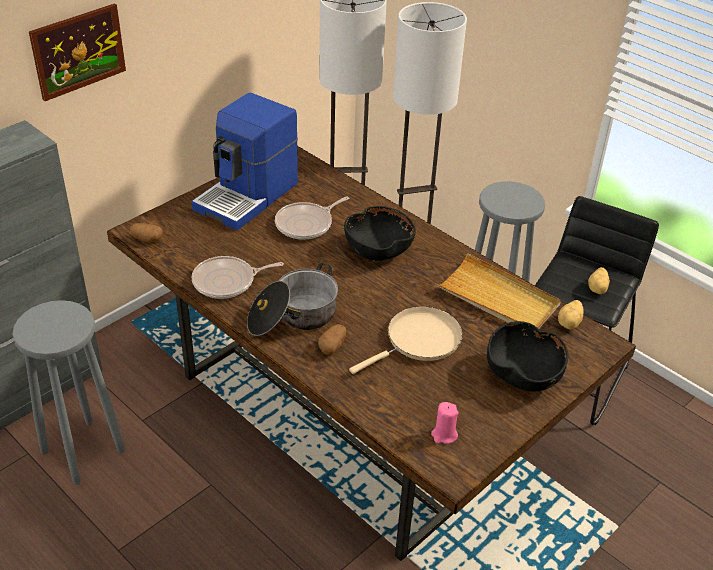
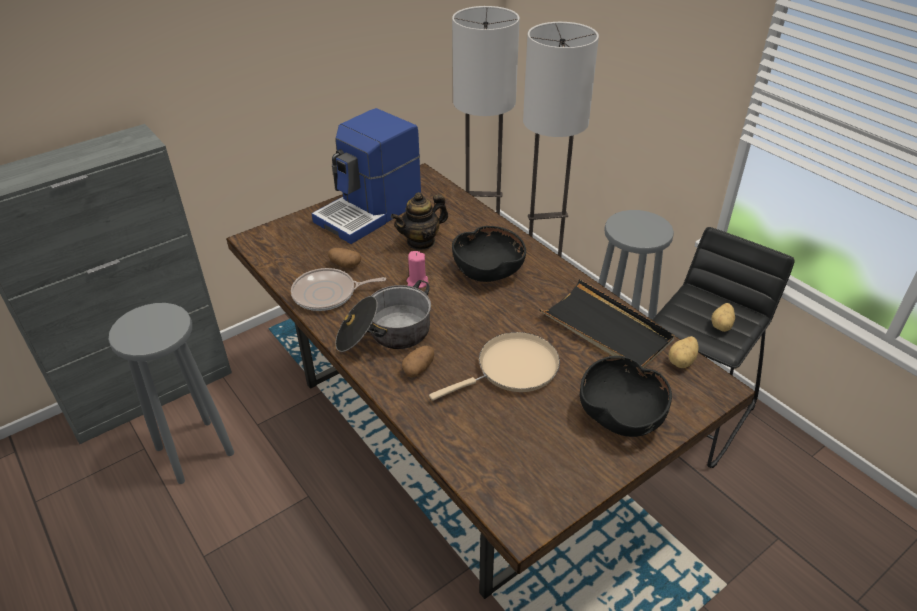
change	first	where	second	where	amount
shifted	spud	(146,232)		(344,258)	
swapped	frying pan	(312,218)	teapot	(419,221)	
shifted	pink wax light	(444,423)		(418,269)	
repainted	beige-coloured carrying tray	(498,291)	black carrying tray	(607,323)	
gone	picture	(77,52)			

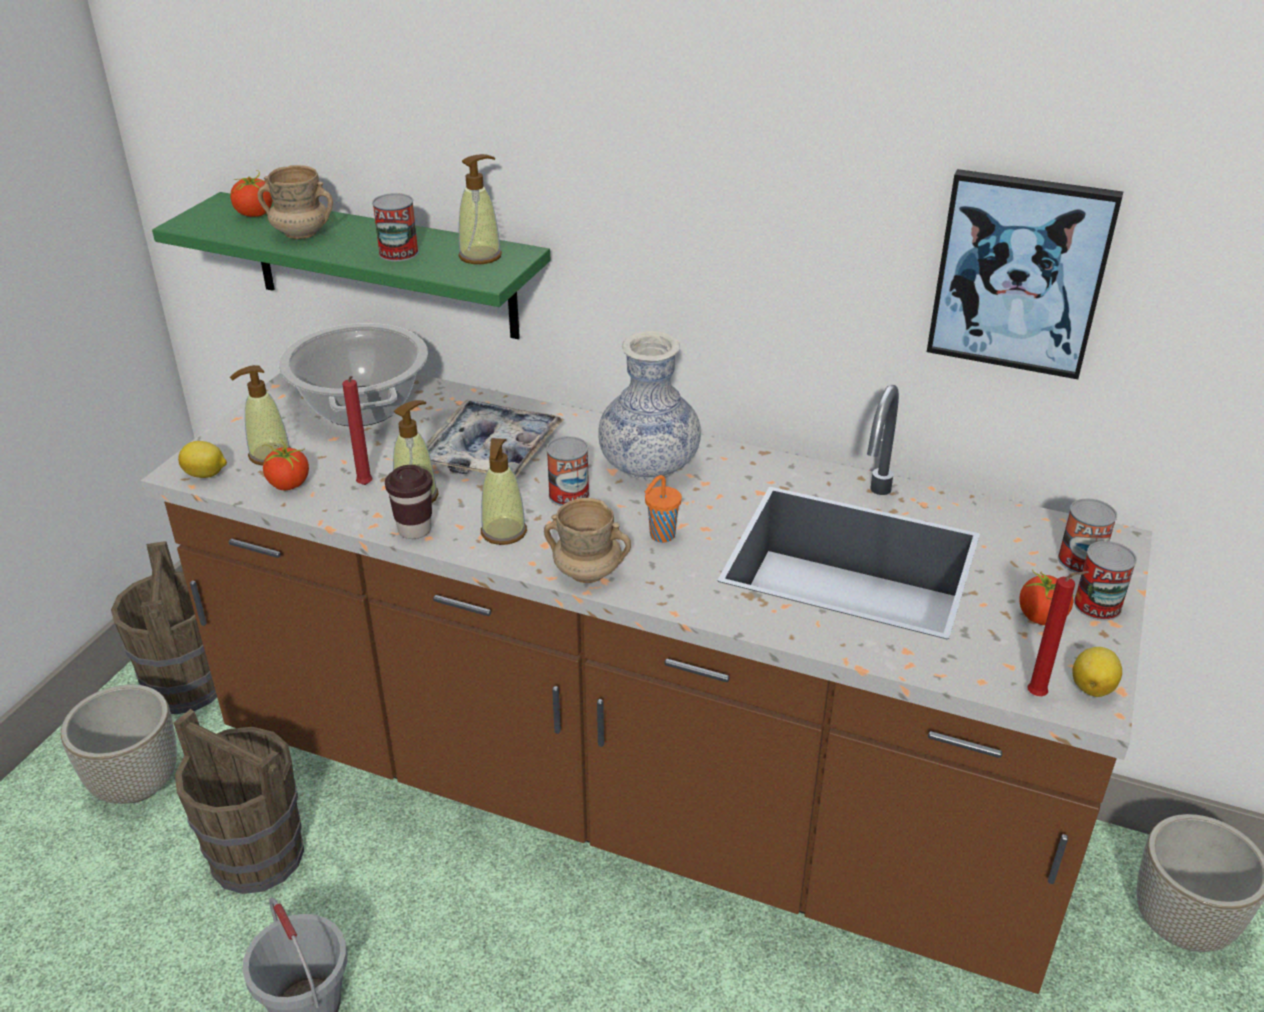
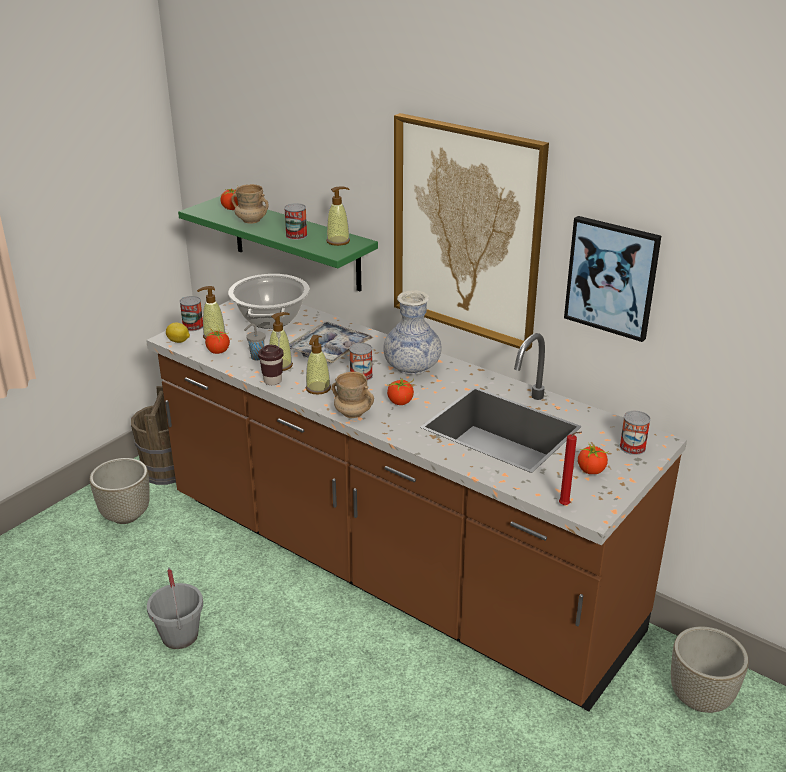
change	first	where	second	where	amount
shifted	sealed can	(1105,581)		(191,313)	
swapped	red-coloured wax light	(357,430)	greyish cup	(254,341)	
swapped	orange cup	(663,509)	whole tomato	(400,391)	
new			picture	(471,232)	
gone	brown-coloured water bucket	(239,801)			
gone	citrus fruit	(1097,672)			

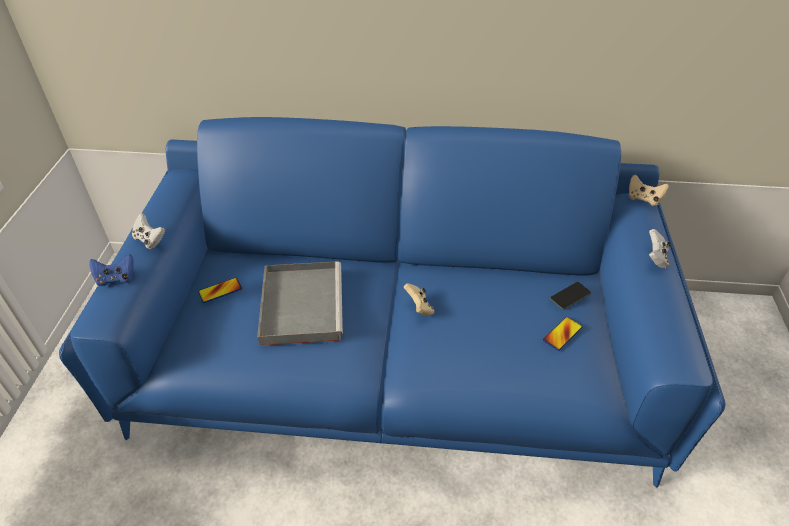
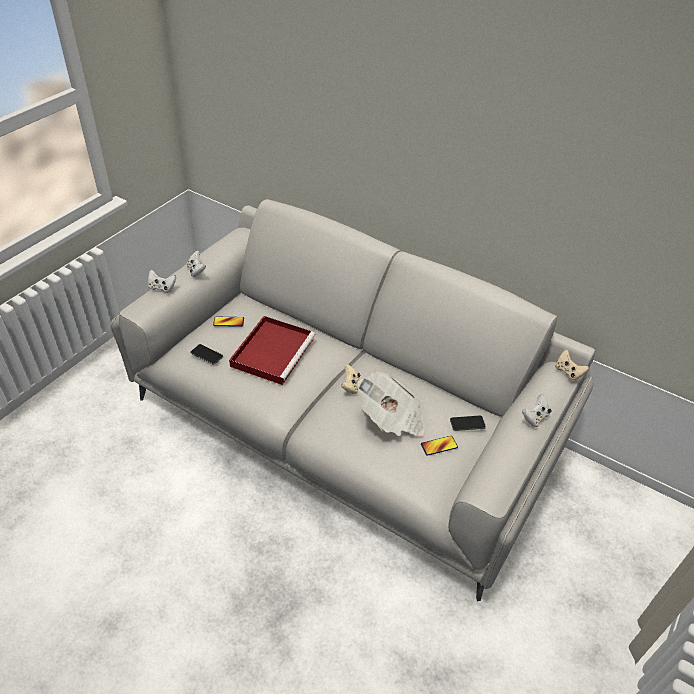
change	first	where	second	where	amount
repainted	blue settee	(392,302)	greyish settee	(353,400)	
repainted	blue joypad	(111,270)	white joypad	(162,281)	
new			phone	(207,354)	
repainted	greyish carrying tray	(300,303)	red-coloured carrying tray	(272,350)	
new			newspaper	(391,404)	

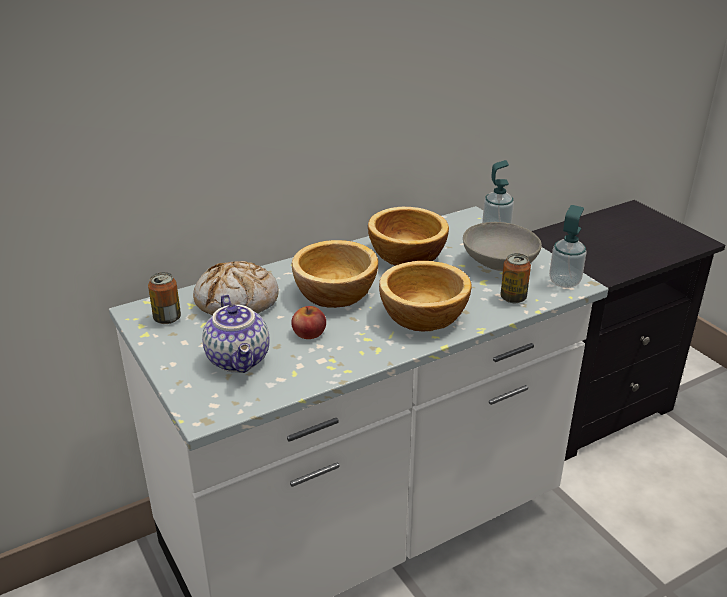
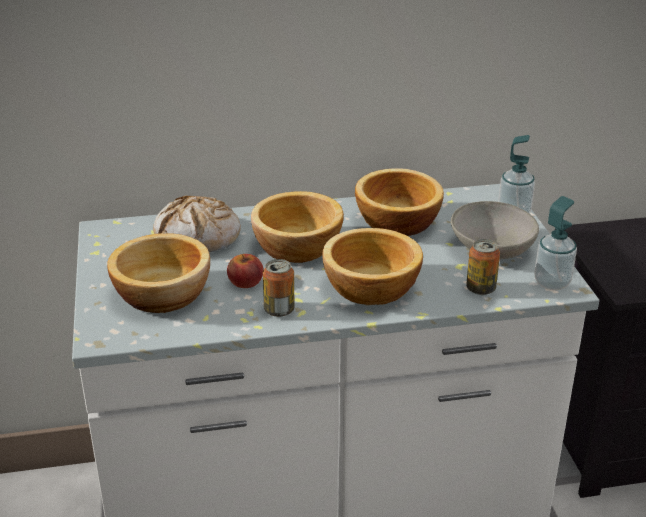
change	first	where	second	where	amount
swapped	teapot	(236,333)	bowl	(158,273)	
shifted	sealed can	(164,298)		(279,288)	

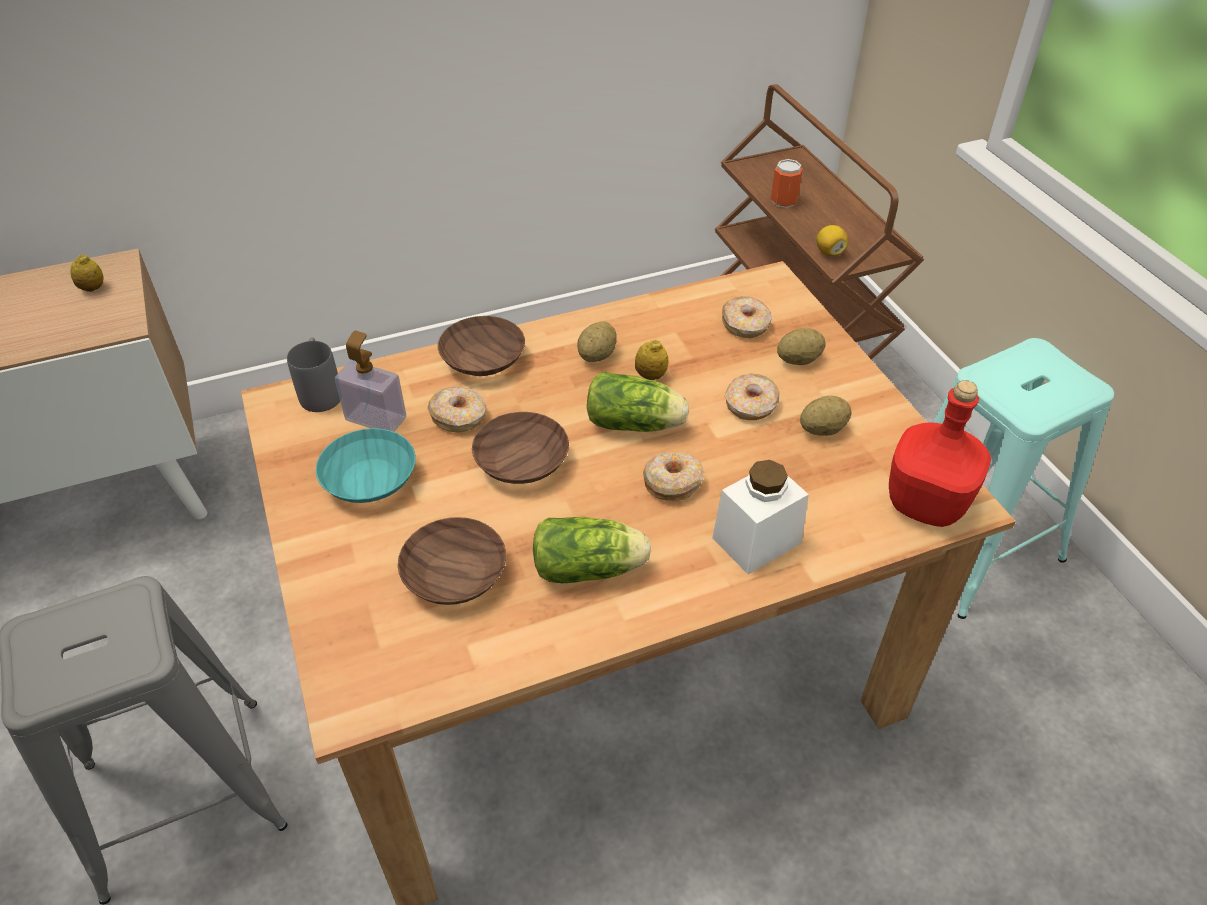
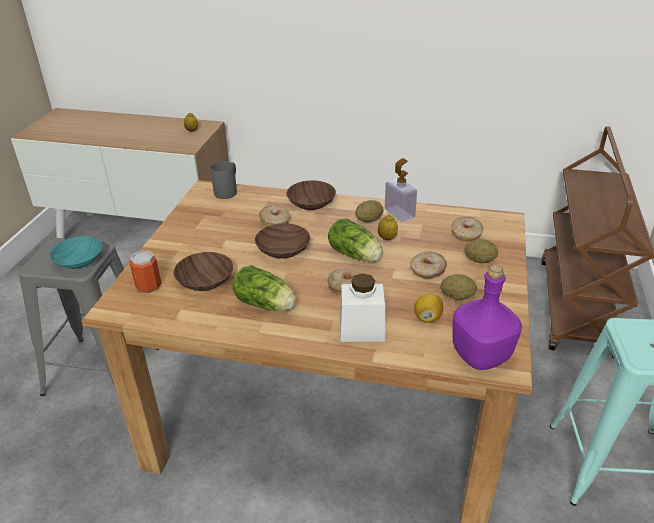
change	first	where	second	where	amount
shifted	turquoise-coloured bowl	(366,465)		(76,252)	
shifted	sealed can	(787,183)		(145,272)	
shifted	liquid soap bottle	(370,381)		(401,190)	
shifted	citrus fruit	(832,240)		(428,308)	
repainted	red-coloured bottle	(940,453)	purplish bottle	(487,317)	

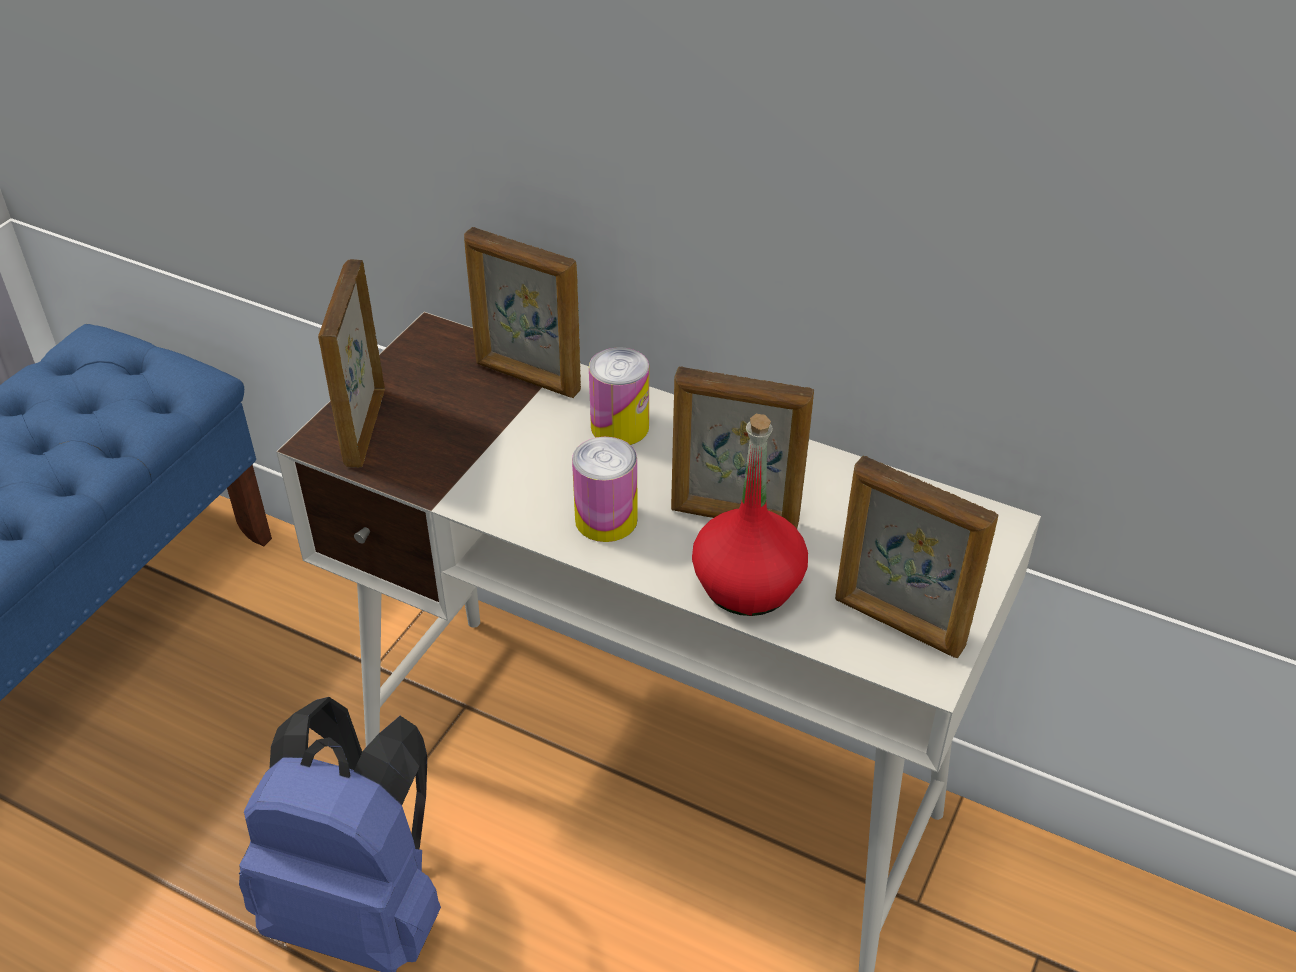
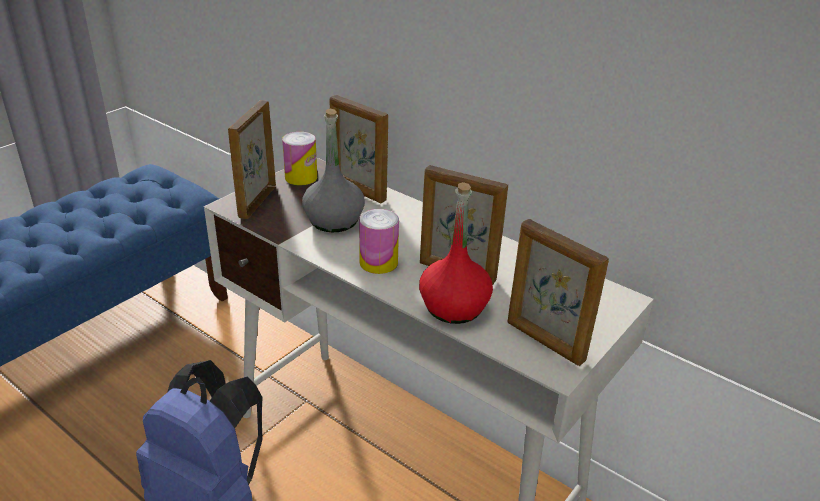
change	first	where	second	where	amount
shifted	sealed can	(619,396)		(299,159)	
new			greyish bottle	(333,170)	

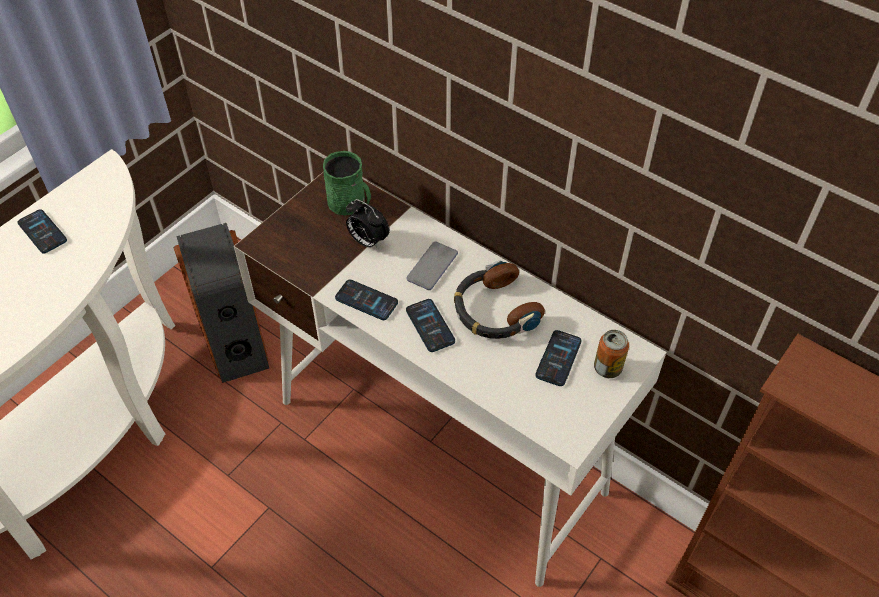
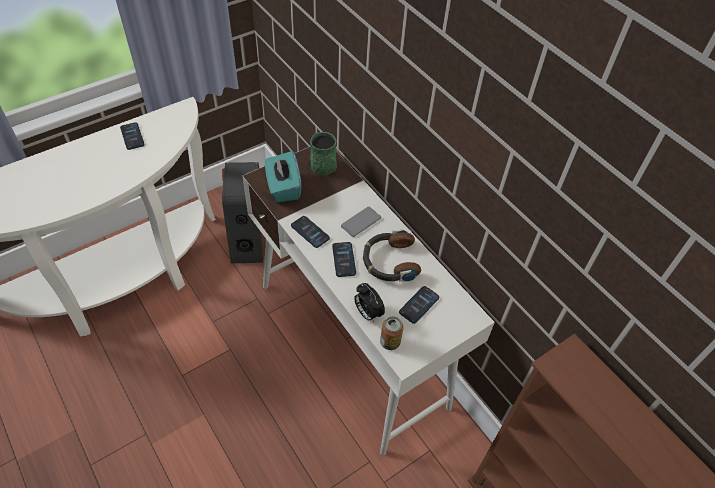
change	first	where	second	where	amount
new			turquoise-coloured box of tissues	(283,176)	
shifted	bedside clock	(368,224)		(369,303)	
shifted	sealed can	(611,354)		(392,333)	

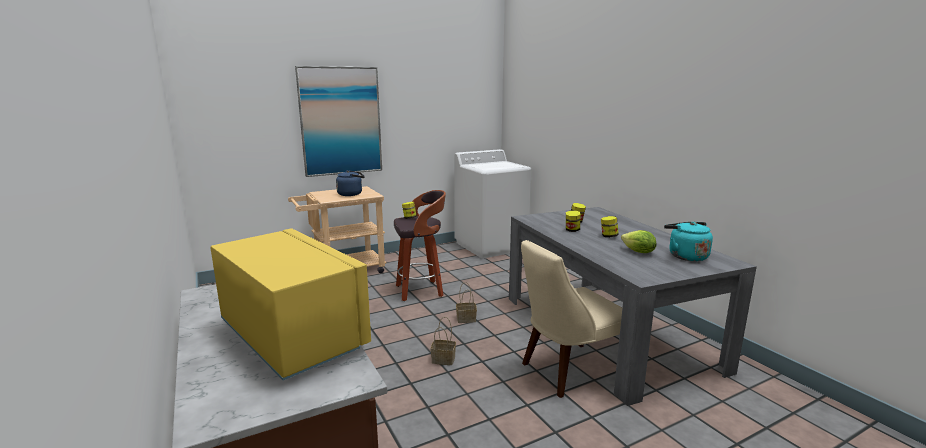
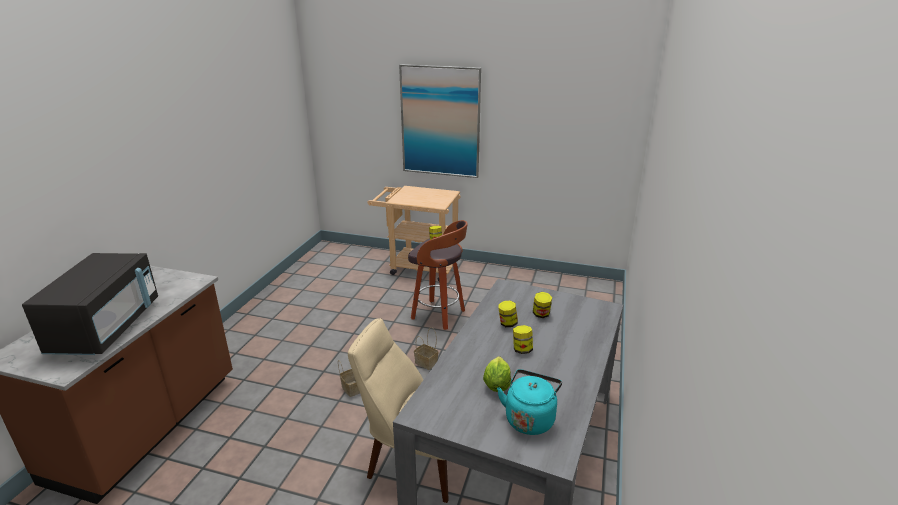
change	first	where	second	where	amount
repainted	yellowish microwave oven	(291,304)	black microwave oven	(90,304)	
gone	blue tea kettle	(350,183)			
gone	white laundry machine	(492,204)			

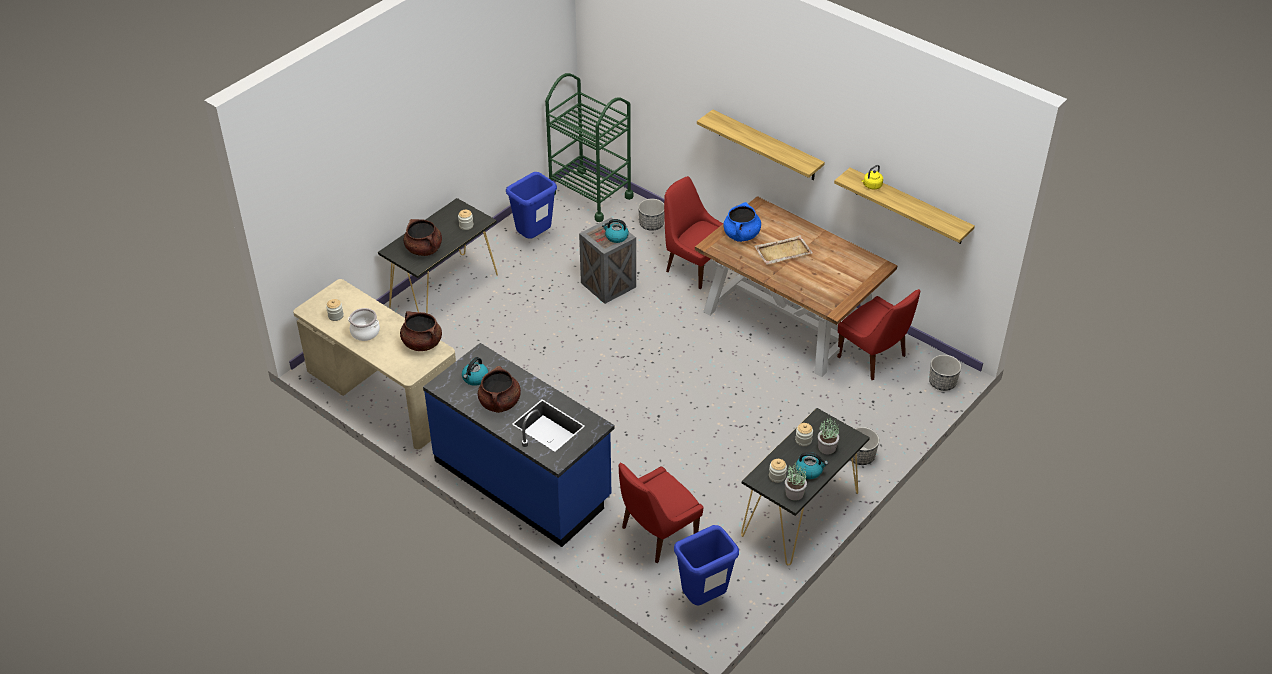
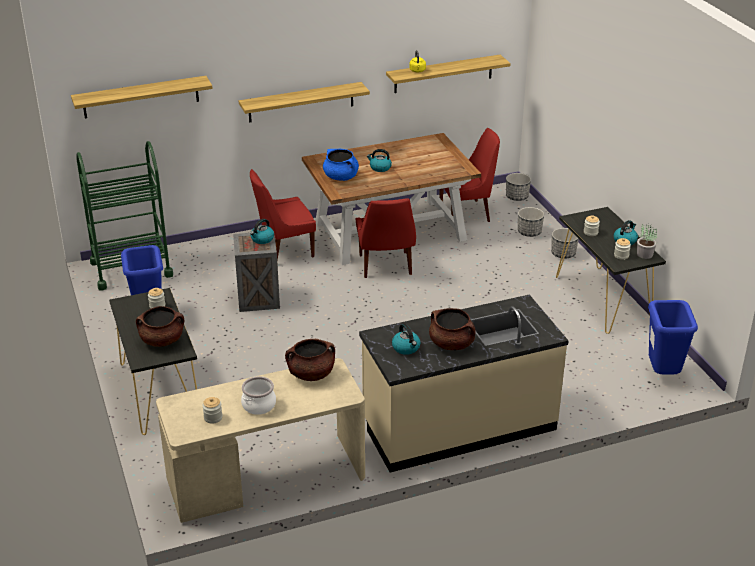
change	first	where	second	where	amount
new			wall shelf	(142,97)	
shifted	red-coloured plain chair	(661,513)		(386,238)	
repainted	blue kitchen base unit	(519,445)	beige-coloured kitchen base unit	(464,383)	
swapped	beige-coloured carrying tray	(783,250)	tea kettle	(379,160)	
shifted	flower pot	(651,215)		(531,222)	
gone	potted plant	(828,436)			

